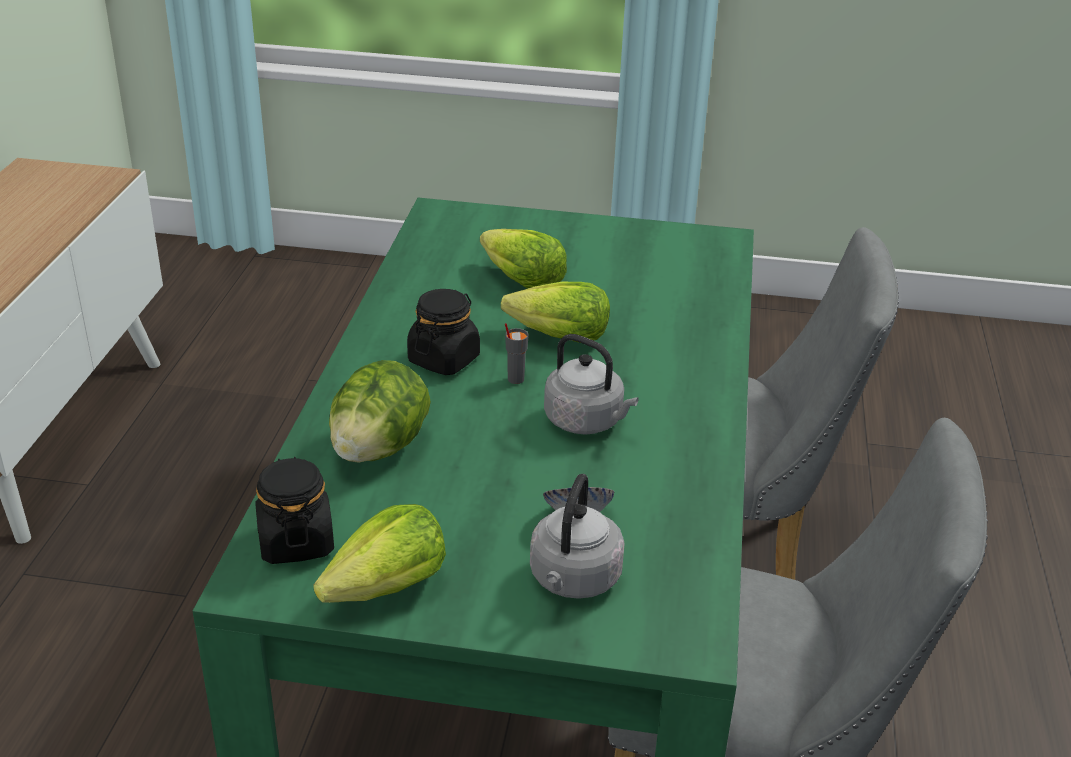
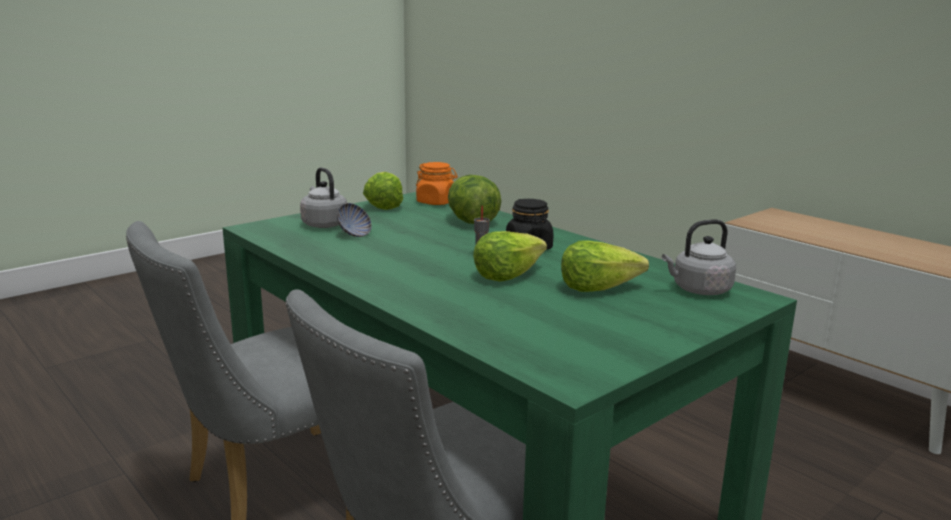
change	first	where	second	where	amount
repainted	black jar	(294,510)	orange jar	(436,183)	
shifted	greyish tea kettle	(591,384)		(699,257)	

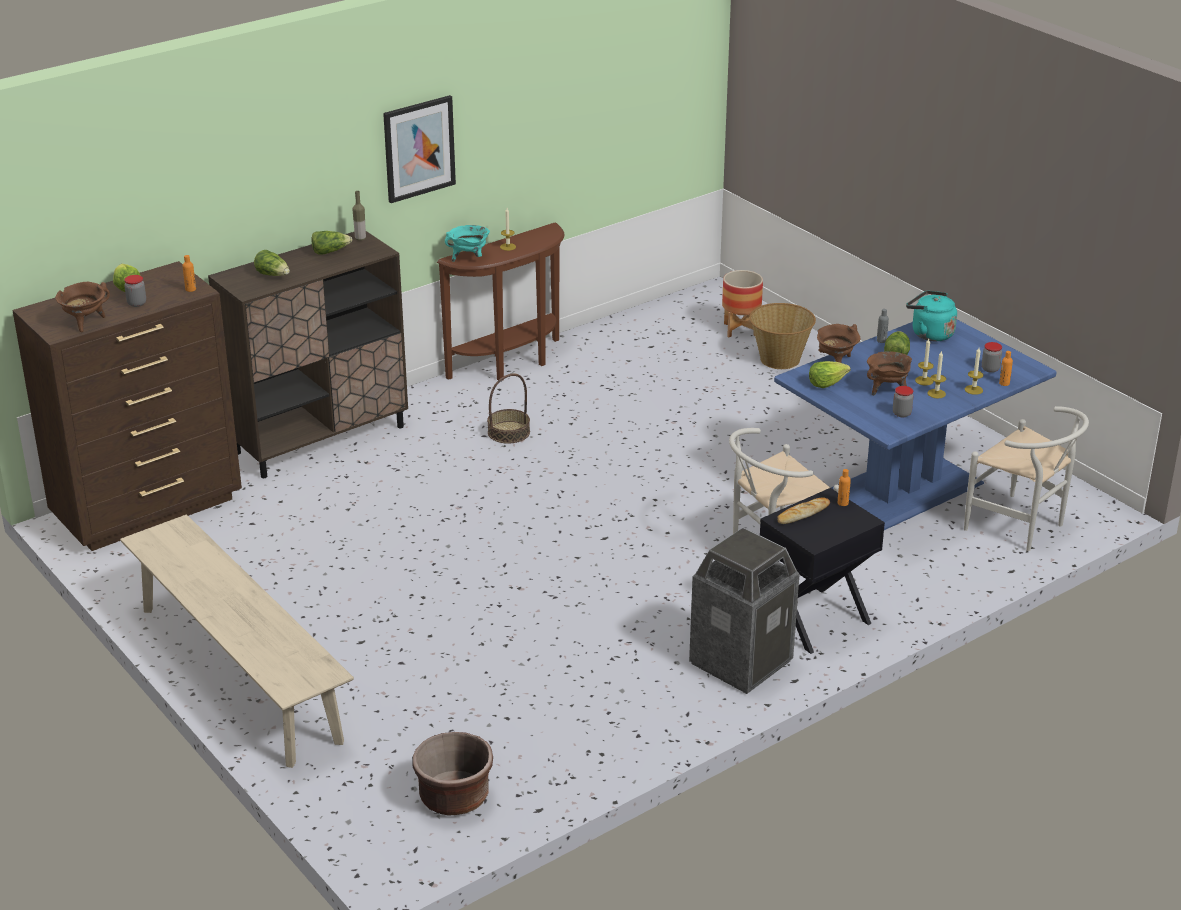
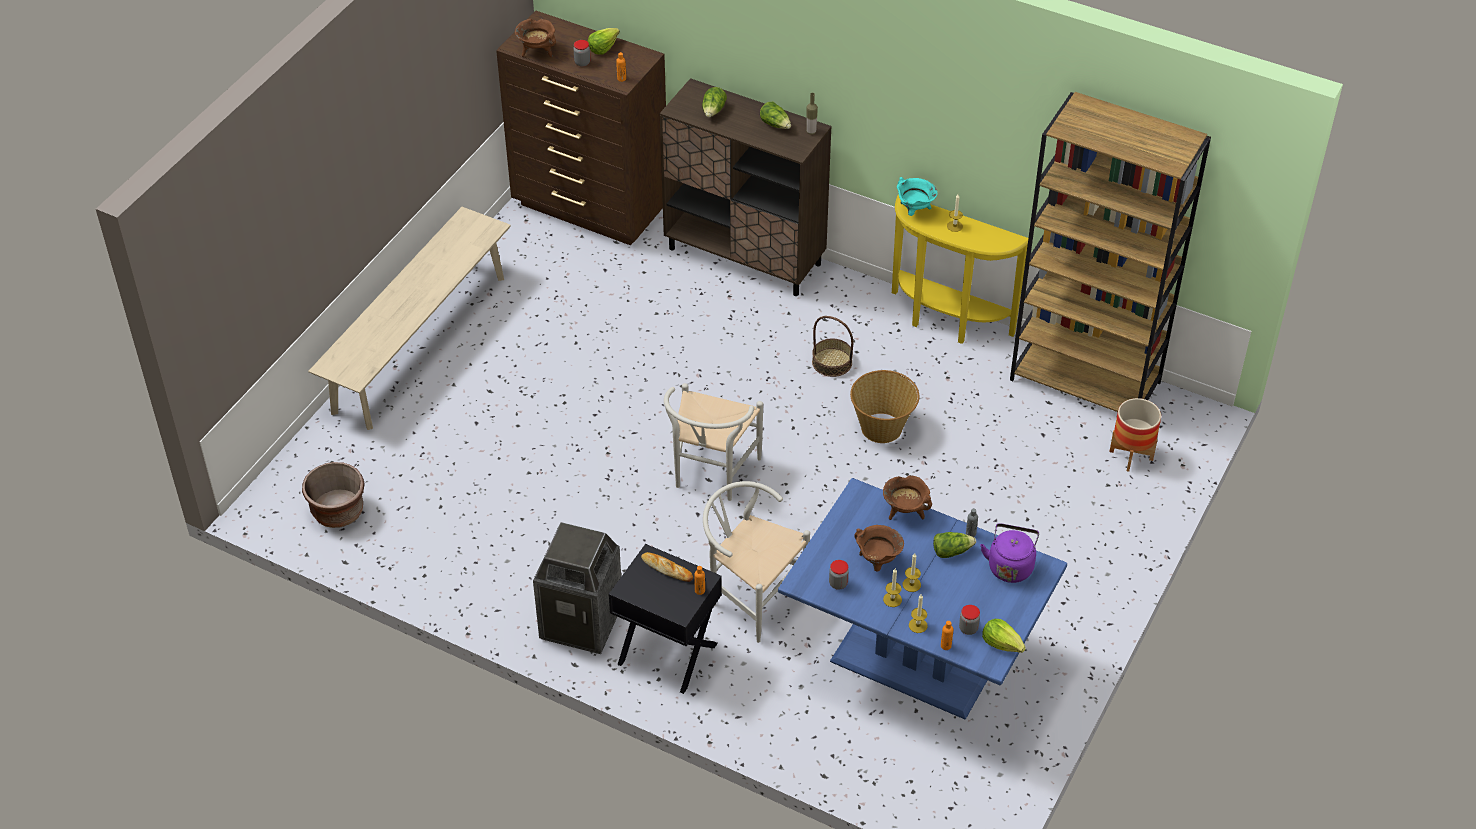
change	first	where	second	where	amount
shifted	white plain chair	(1026,478)		(713,442)	
shifted	storage basket	(782,336)		(884,406)	
repainted	brown-coloured console table	(500,301)	yellowish console table	(960,269)	
repainted	turquoise-coloured tea kettle	(931,316)	purplish tea kettle	(1009,553)	
shifted	head of lettuce	(830,374)		(1004,636)	
new			brown-coloured bookshelf	(1110,252)	
gone	picture	(419,149)			

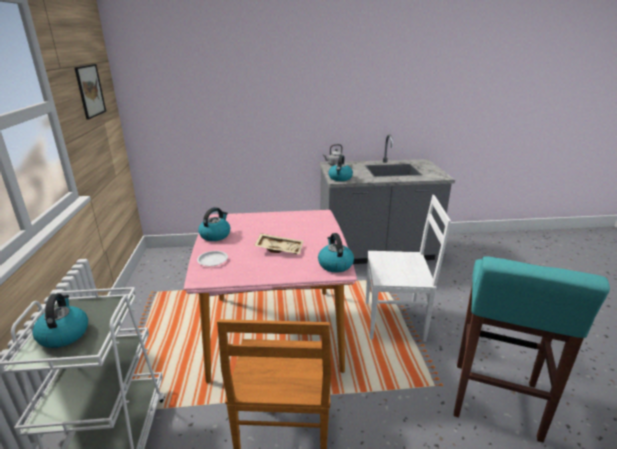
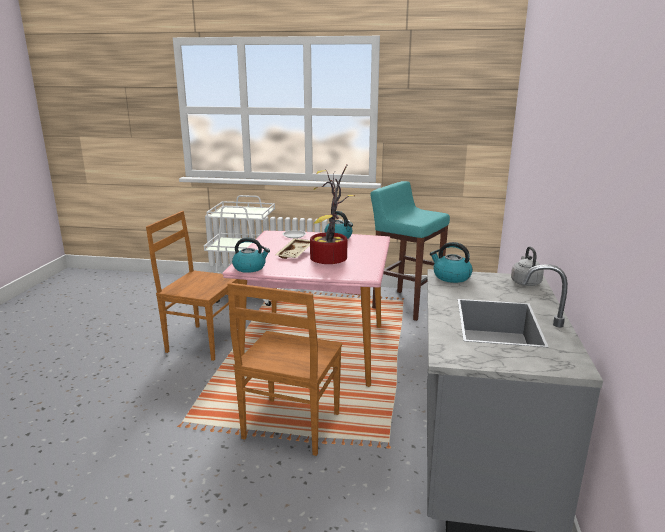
change	first	where	second	where	amount
repainted	white plain chair	(408,268)	brown-coloured plain chair	(284,369)	
new			potted plant	(332,214)	
shifted	turquoise-coloured stool	(532,349)		(410,251)	
gone	tea kettle	(60,320)			
gone	picture	(90,92)			

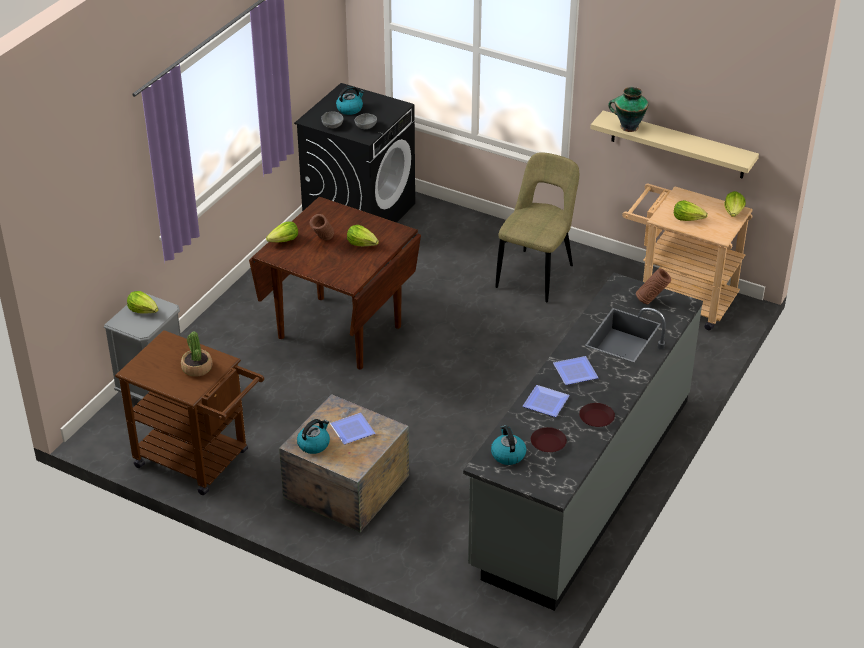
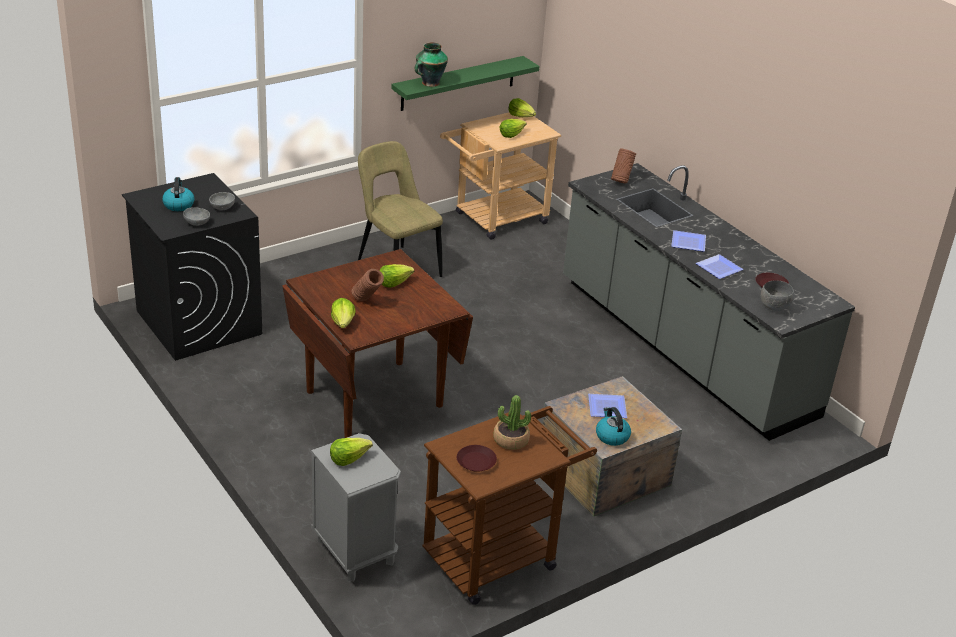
change	first	where	second	where	amount
repainted	beige-coloured wall shelf	(674,144)	green-coloured wall shelf	(465,83)	
shifted	brown-coloured dinner plate	(597,415)		(477,458)	
swapped	tea kettle	(508,445)	greyish bowl	(777,295)	

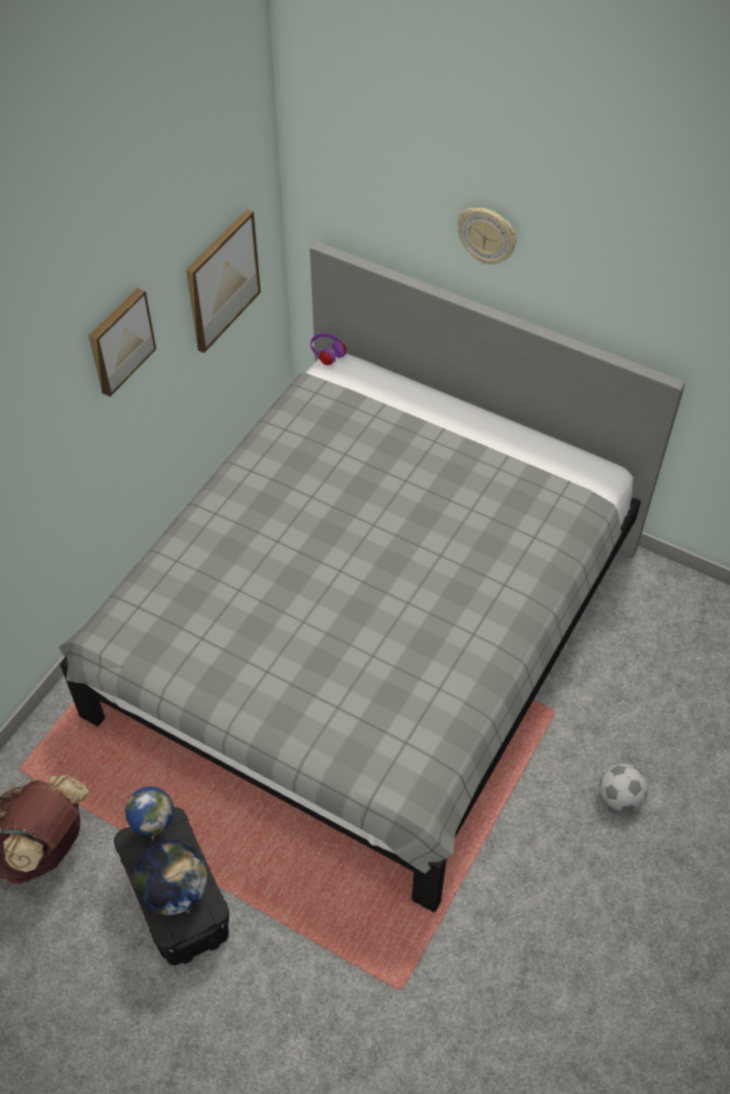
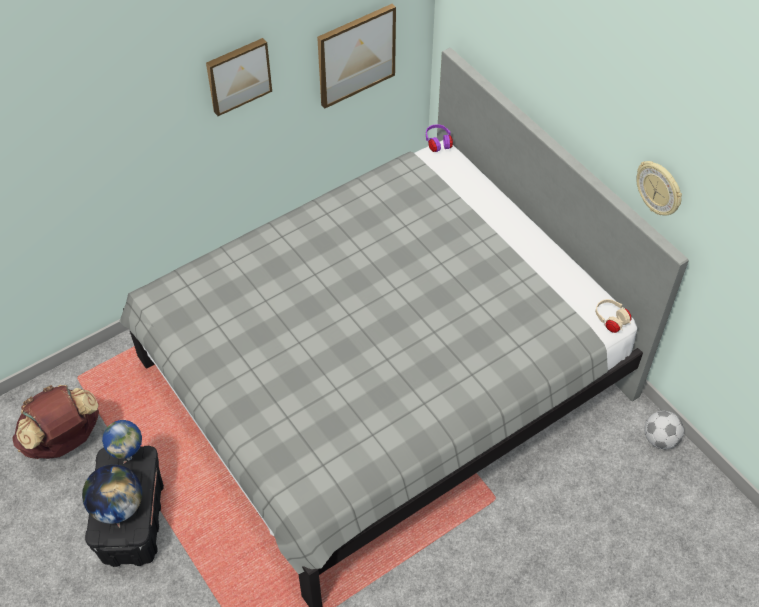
change	first	where	second	where	amount
new			beige-coloured headphones	(613,316)	
shifted	wall clock	(486,236)		(659,188)	
shifted	football ball	(624,787)		(664,430)	

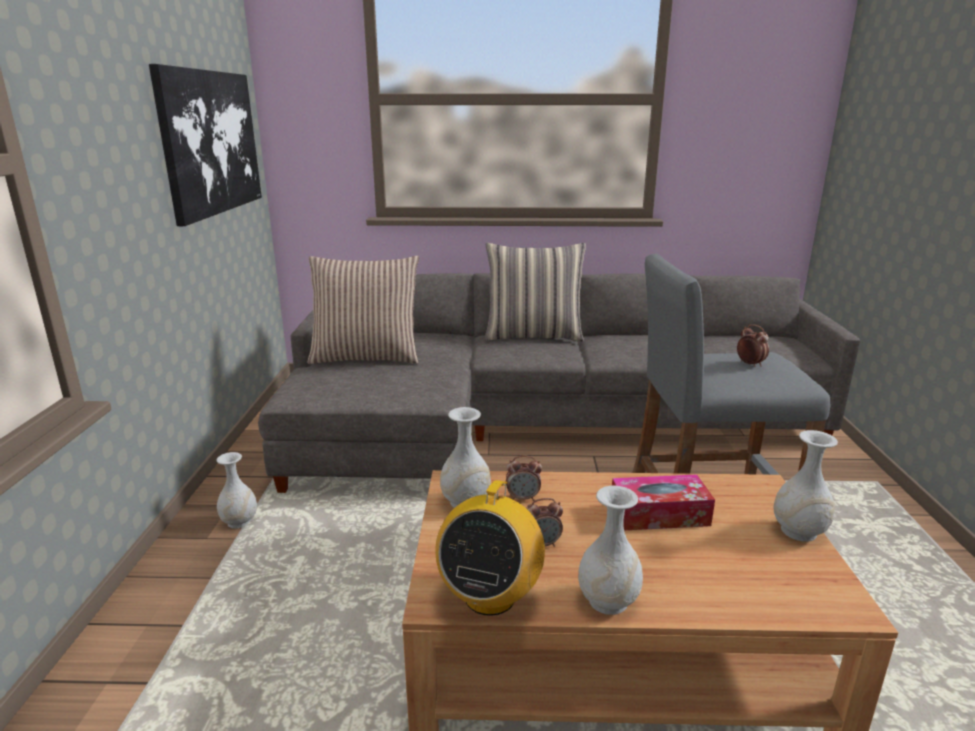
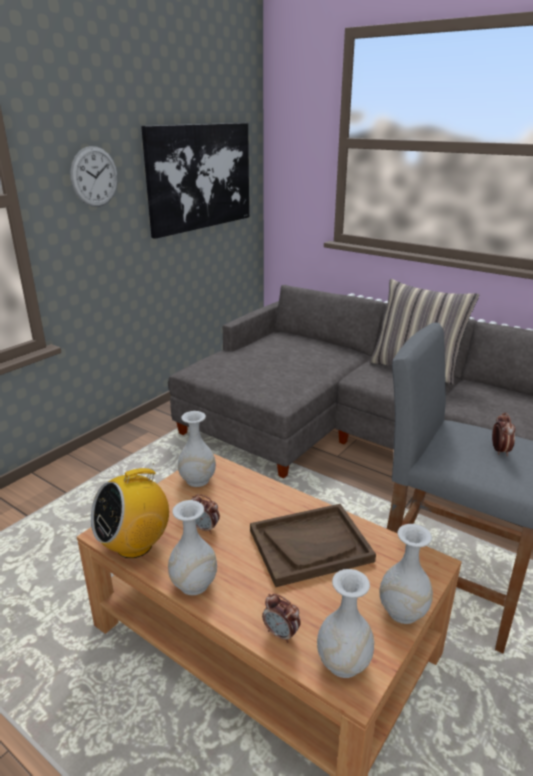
change	first	where	second	where	amount
new			wall clock	(94,176)	
swapped	box of tissues	(663,502)	brown-coloured carrying tray	(313,545)	
shifted	bedside clock	(524,478)		(281,618)	
shifted	white vase	(236,490)		(345,623)	
gone	pillow	(363,310)			

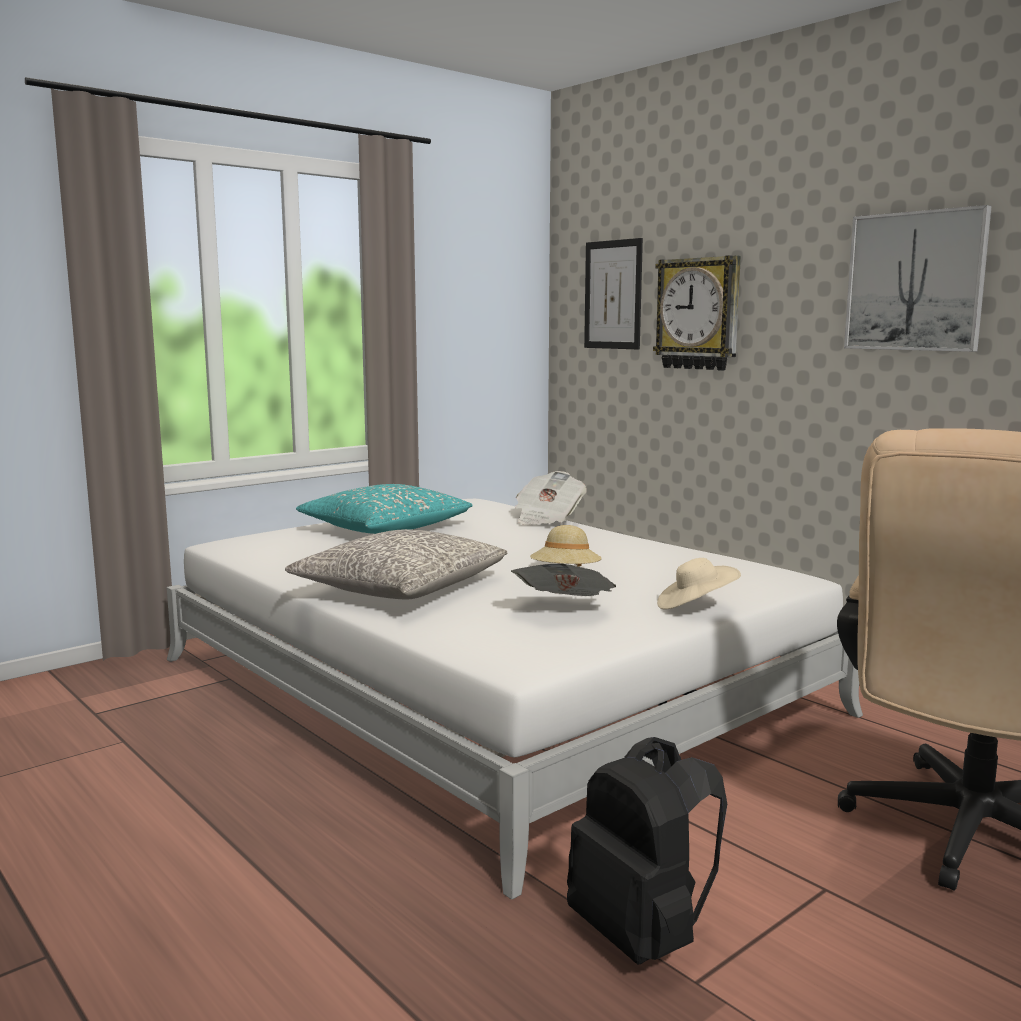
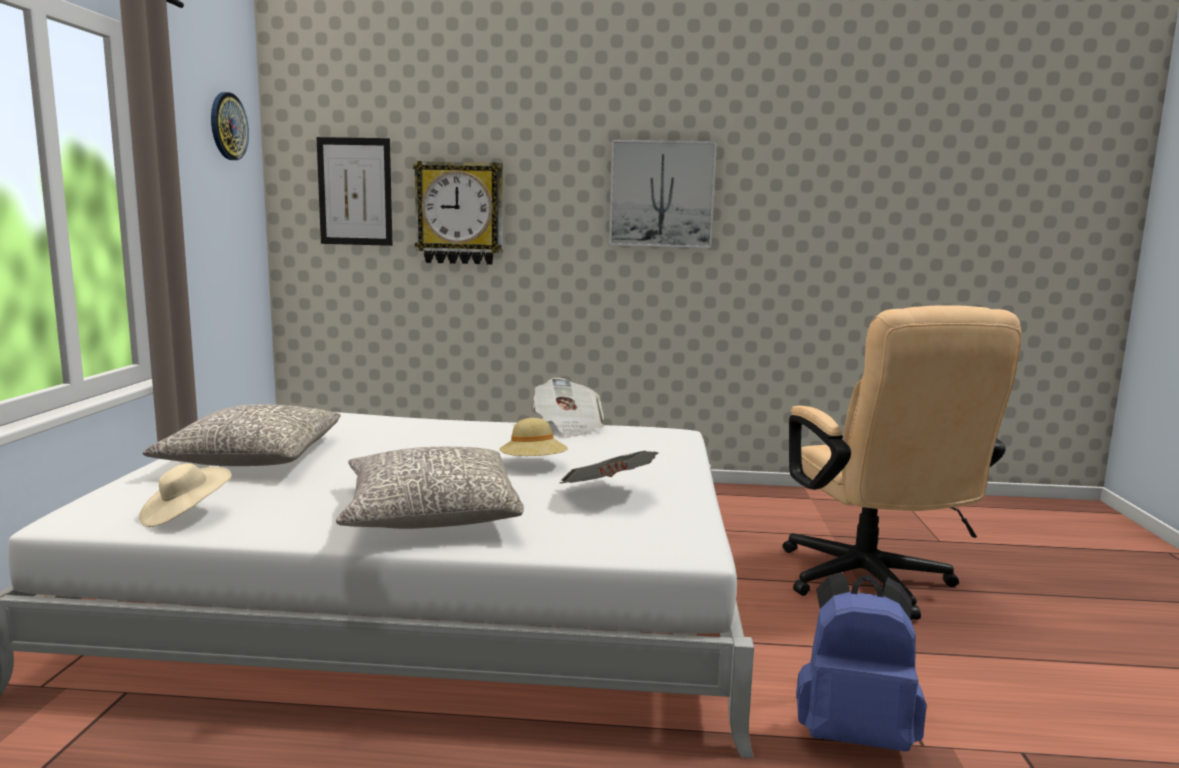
change	first	where	second	where	amount
shifted	beige-coloured clothing hat	(699,583)		(185,495)	
repainted	turquoise-coloured pillow	(384,509)	greyish pillow	(242,435)	
new			wall clock	(230,126)	
shifted	newspaper	(550,498)		(568,407)	
repainted	black rucksack	(647,851)	blue rucksack	(861,662)	

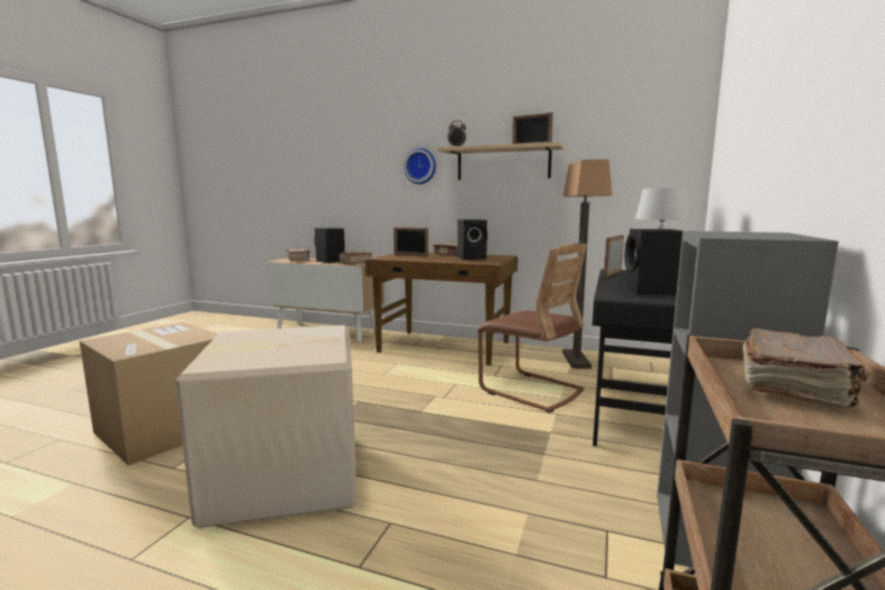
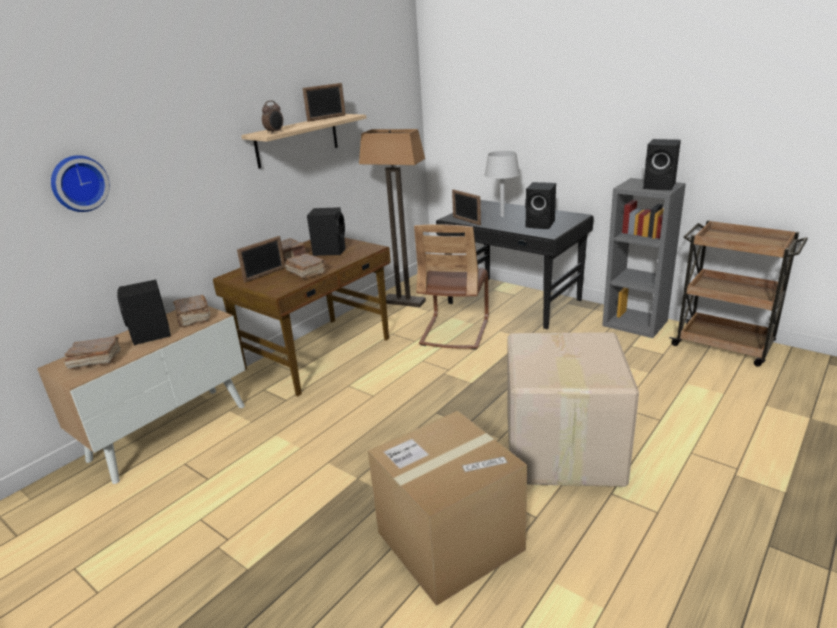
change	first	where	second	where	amount
shifted	wall clock	(420,166)		(80,183)	
shifted	brown-coloured bound book	(806,368)		(305,266)	
rotated	brown-coloured plain chair	(532,328)		(451,287)	135 degrees clockwise
new			black speaker	(662,164)	

